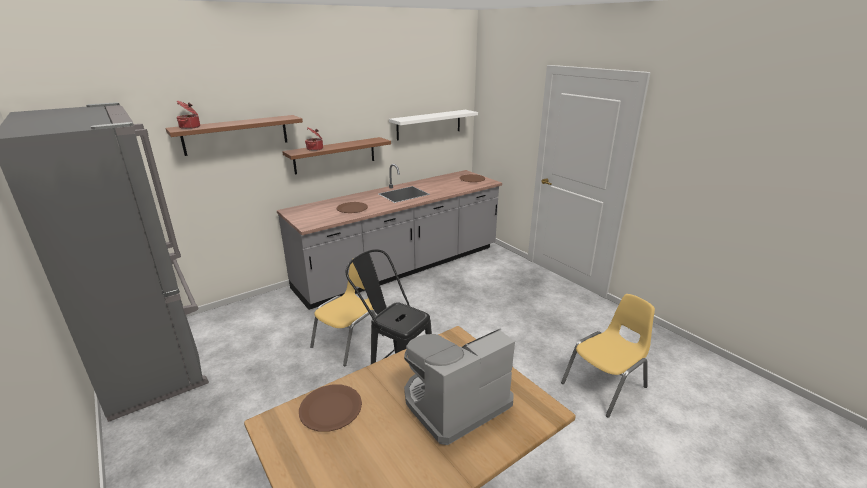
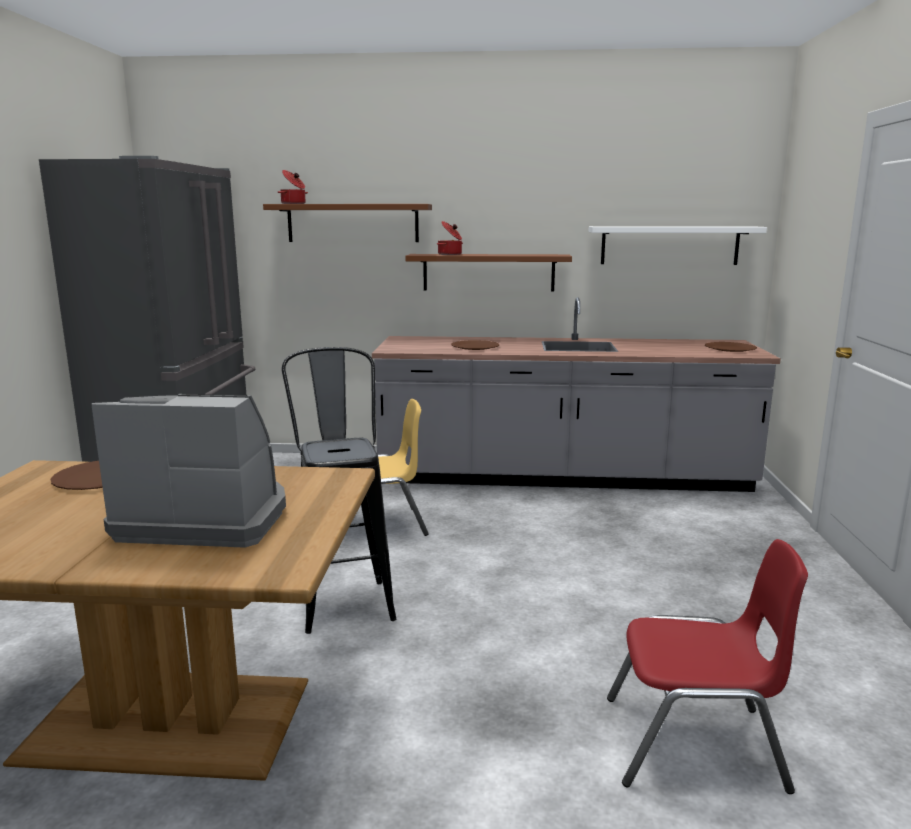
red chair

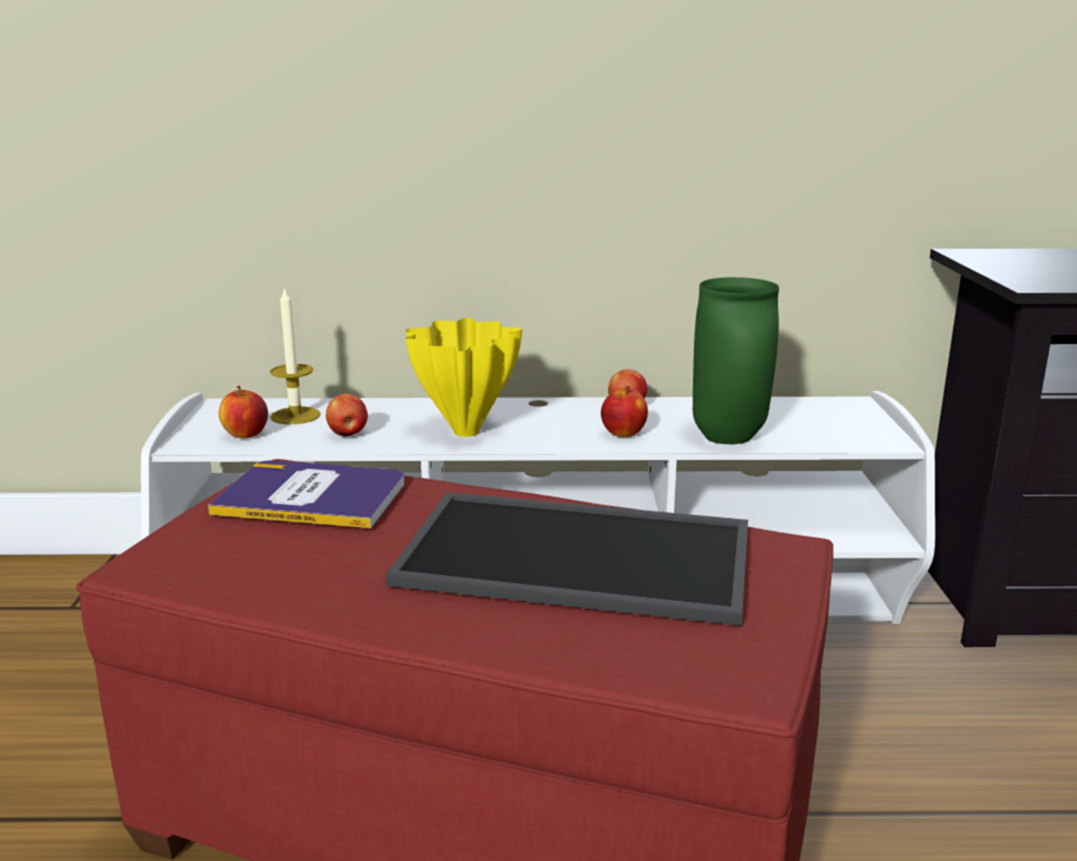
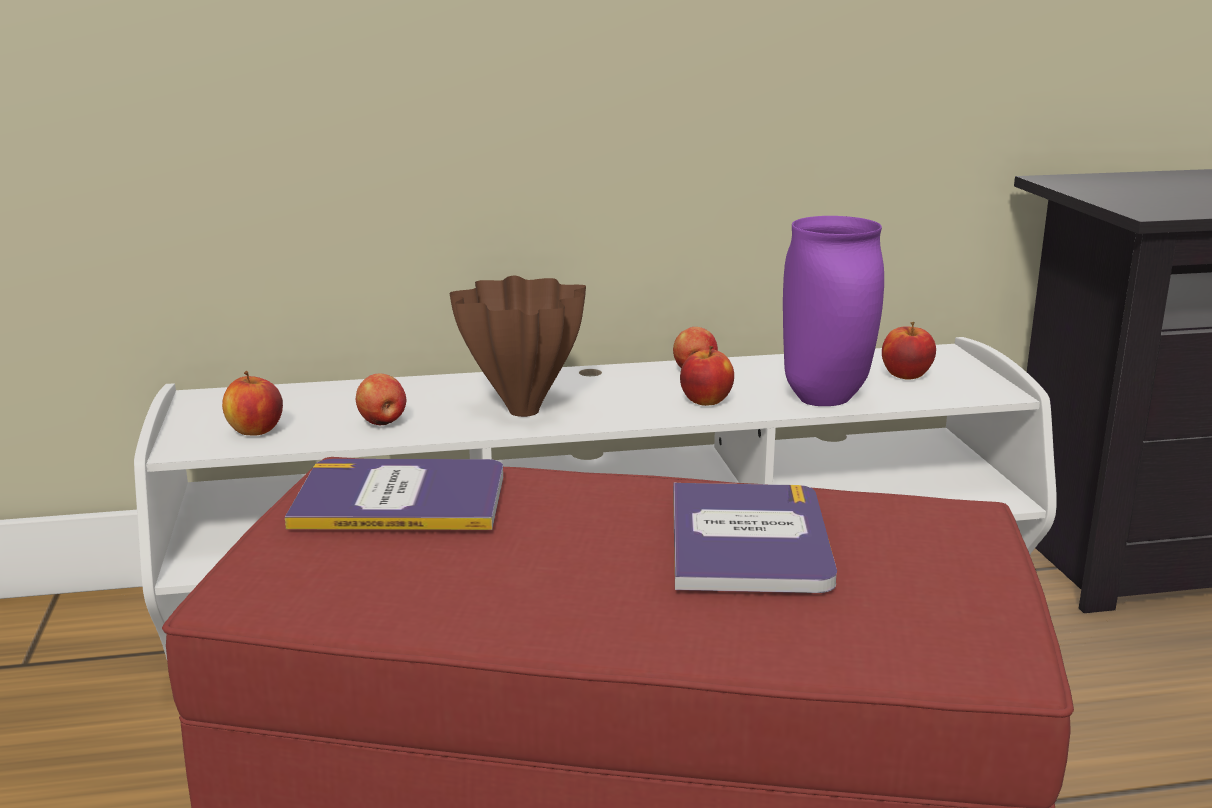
candle
apple (5th from left)
book (2nd from left)
brownish decorative vase
purple decorative vase

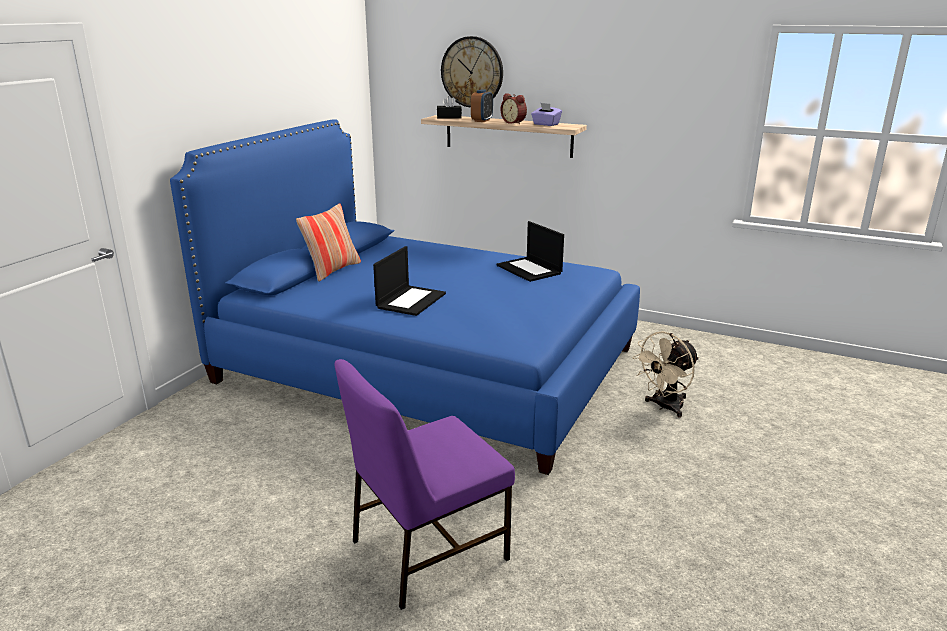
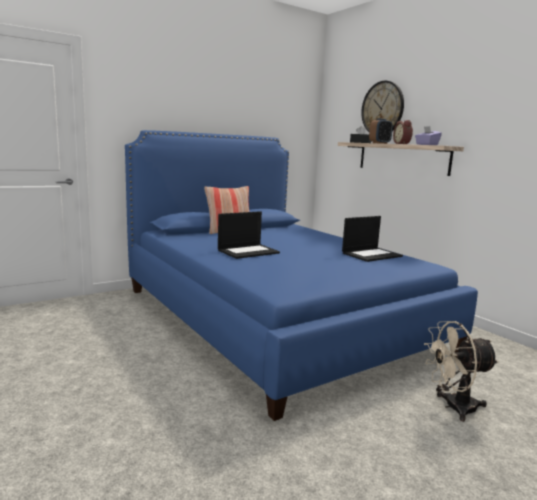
purple chair
portable computer (2nd from left)

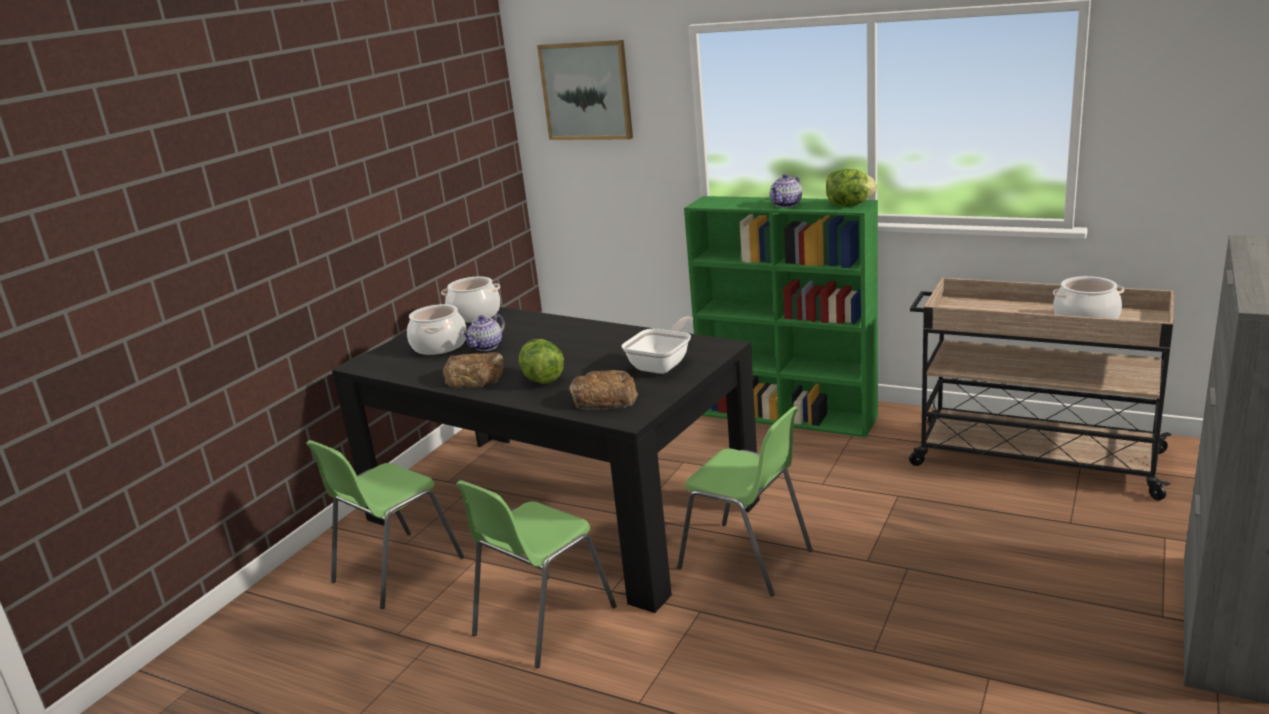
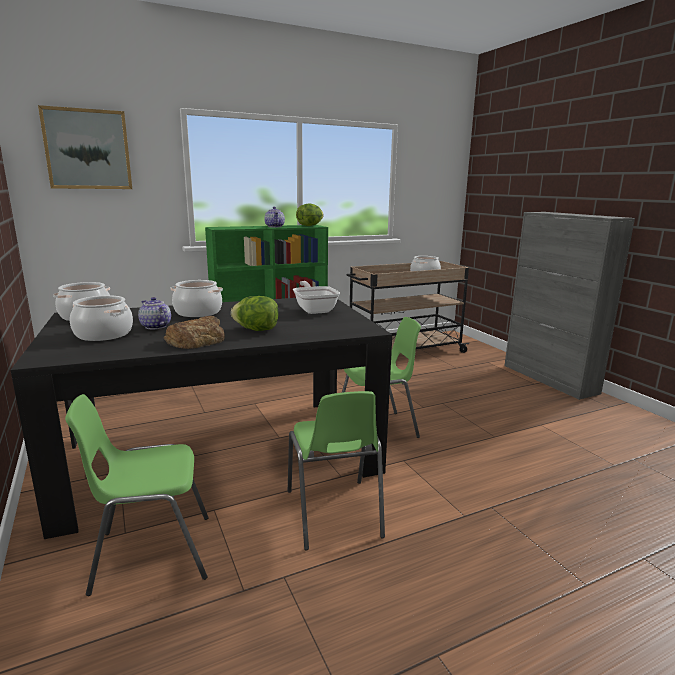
bread (2nd from left in the first image)
stockpot (3rd from left)
green-coloured chair (1st from left)
pot for tea (1st from left)

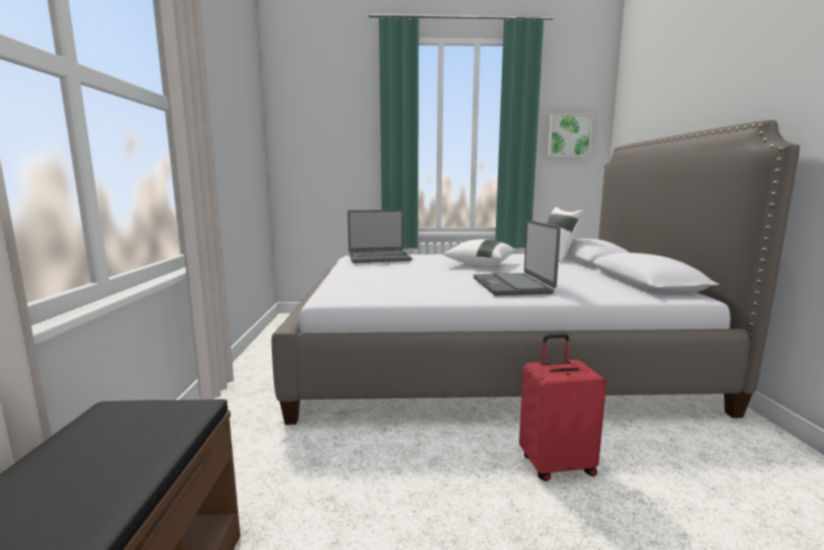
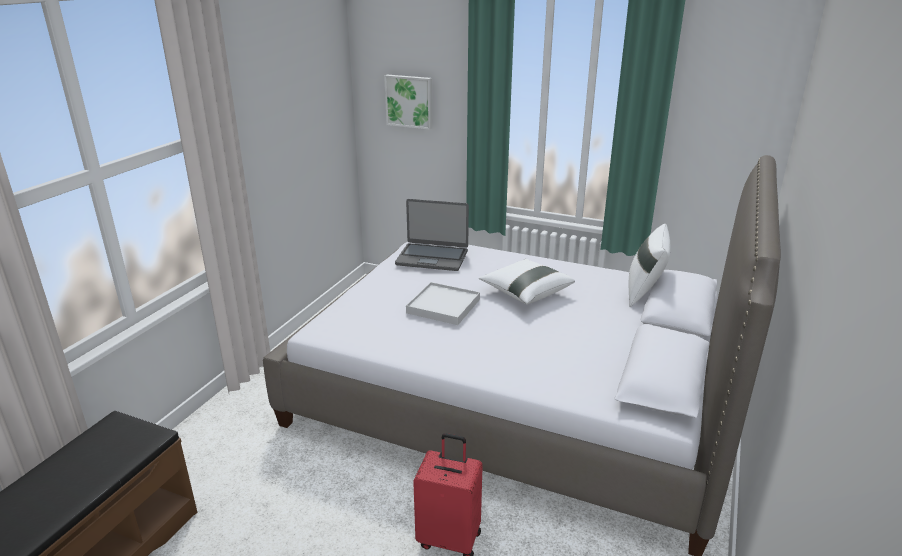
portable computer (2nd from left in the first image)
white-coloured serving tray
wall picture

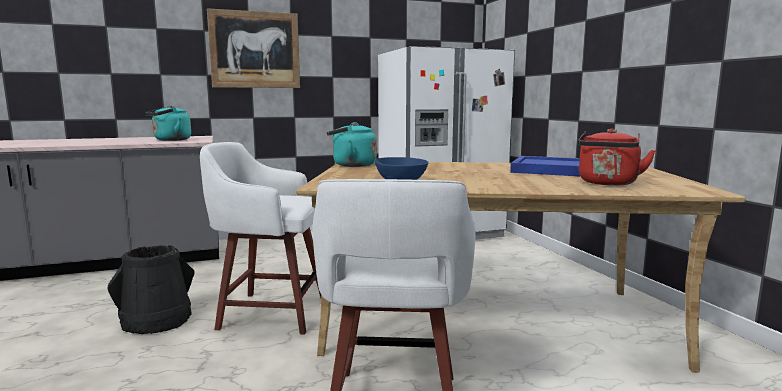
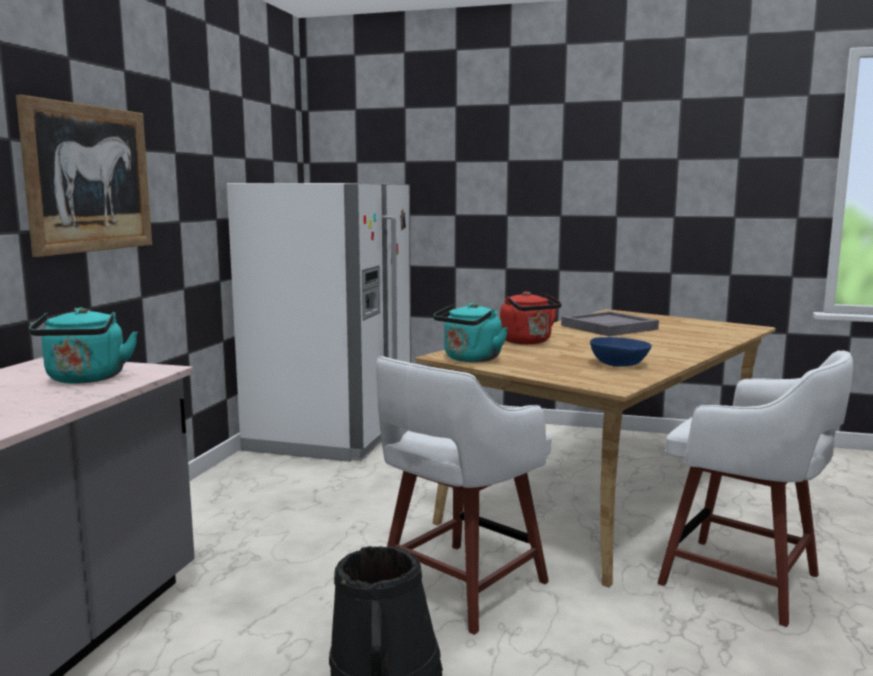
red kettle
grey serving tray

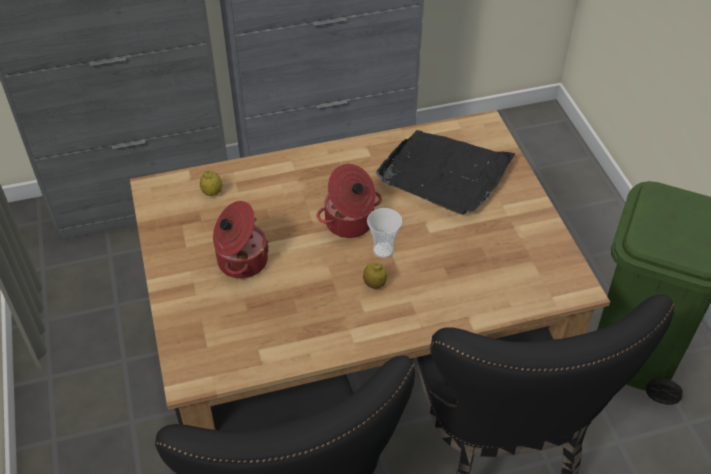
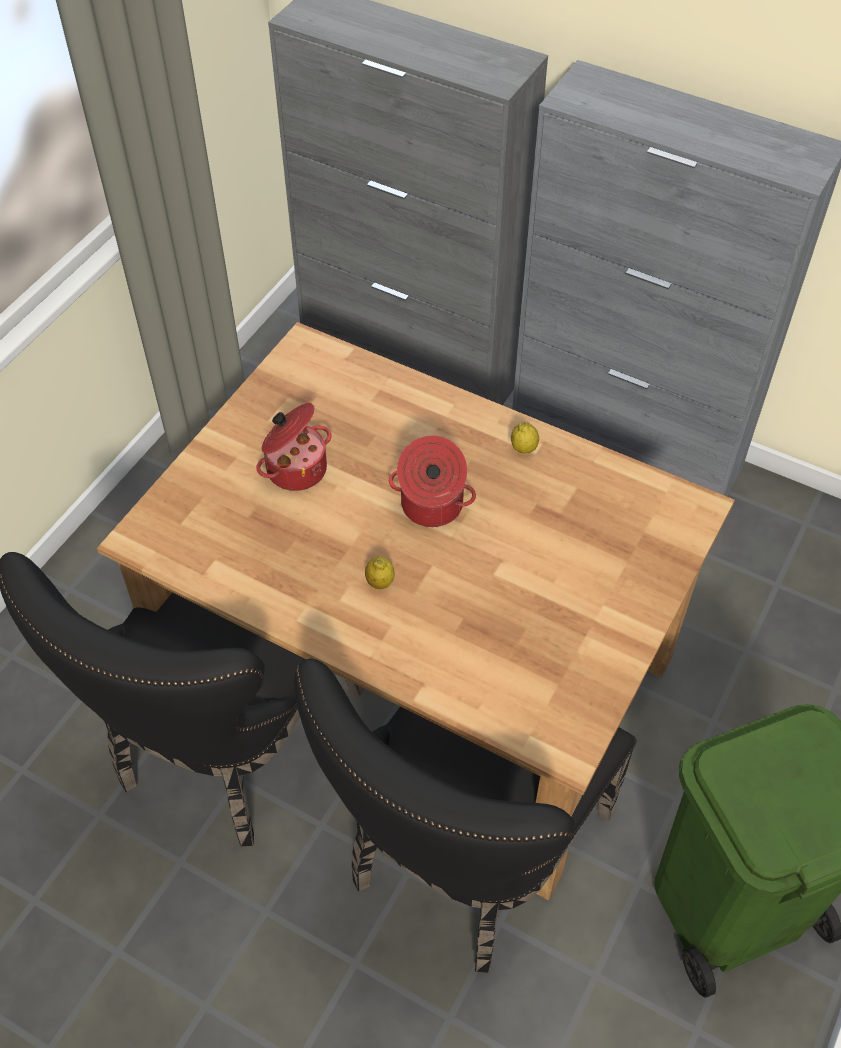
small cup
blackish serving tray
lemon (2nd from left)

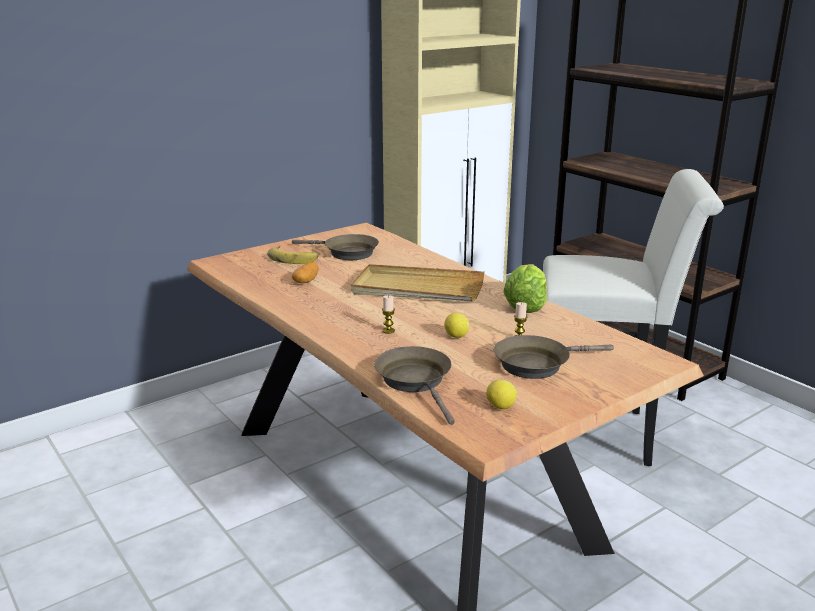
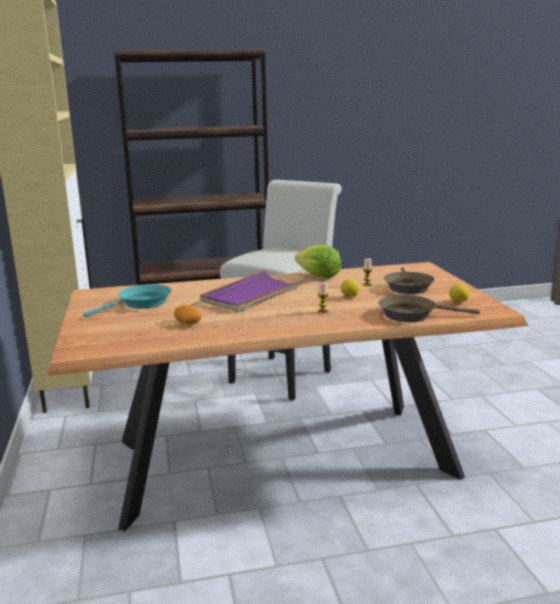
banana
turquoise frying pan
purple serving tray

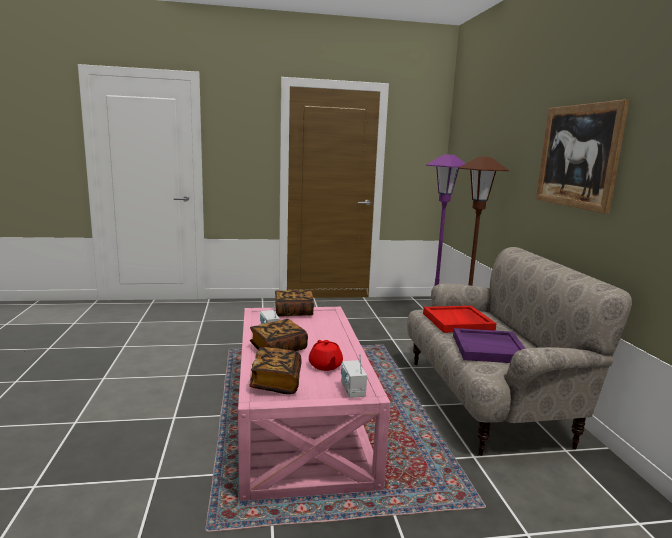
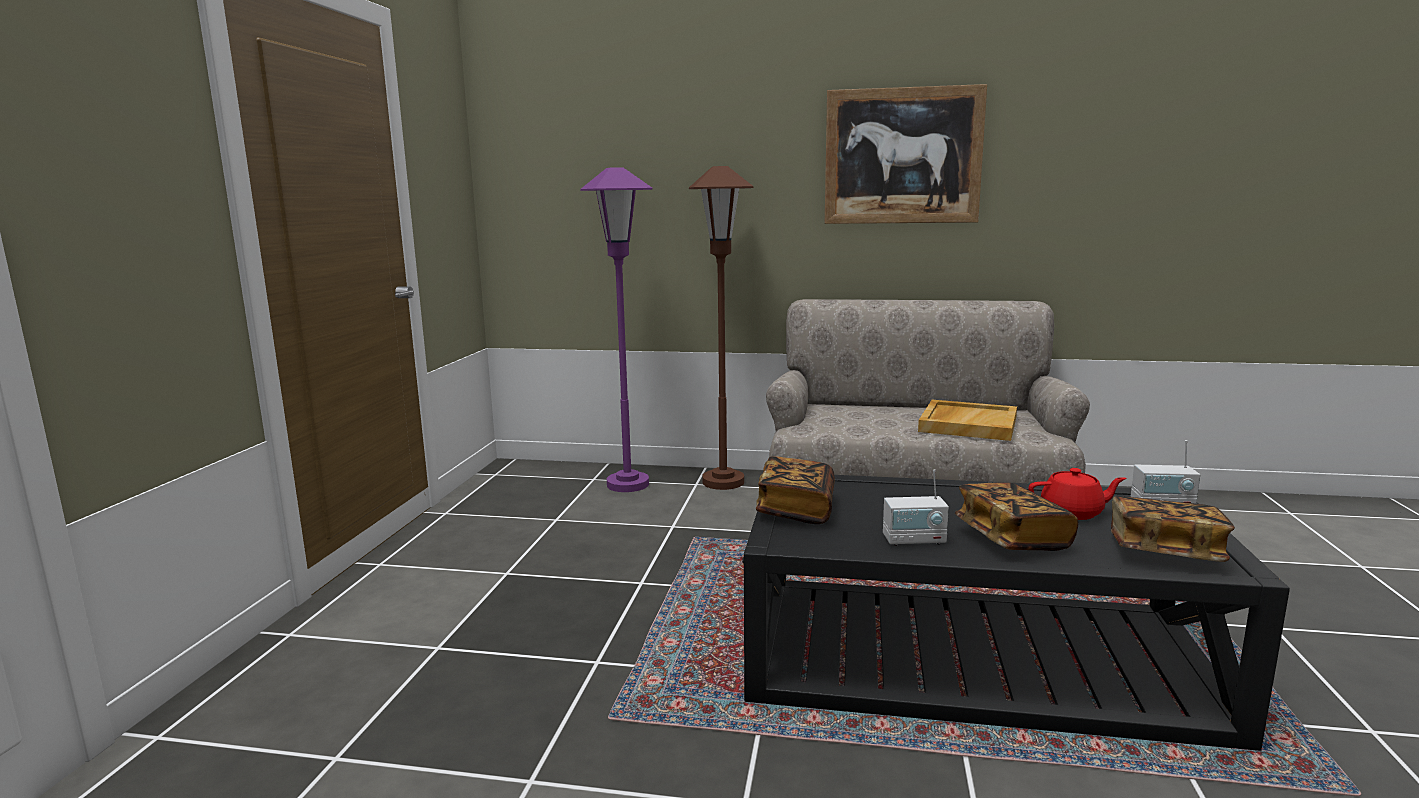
red serving tray
blackish lounge table
beige serving tray

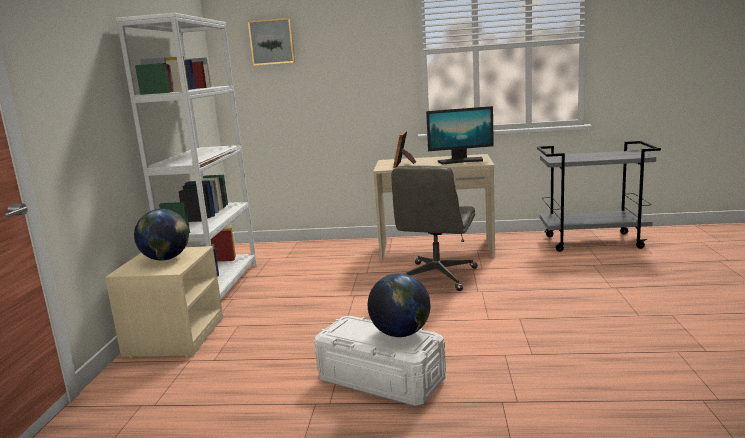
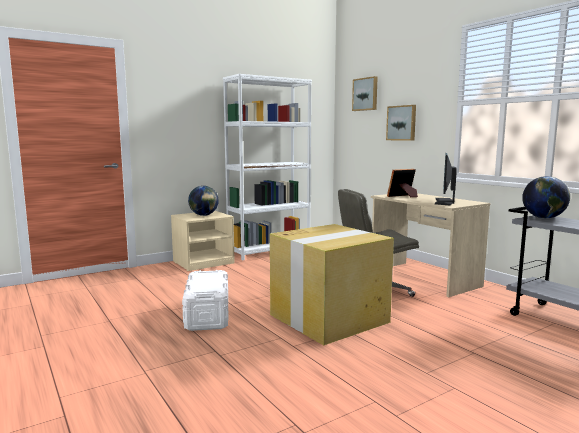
cardboard box
wall picture (2nd from left)
globe (2nd from left)
computer display

